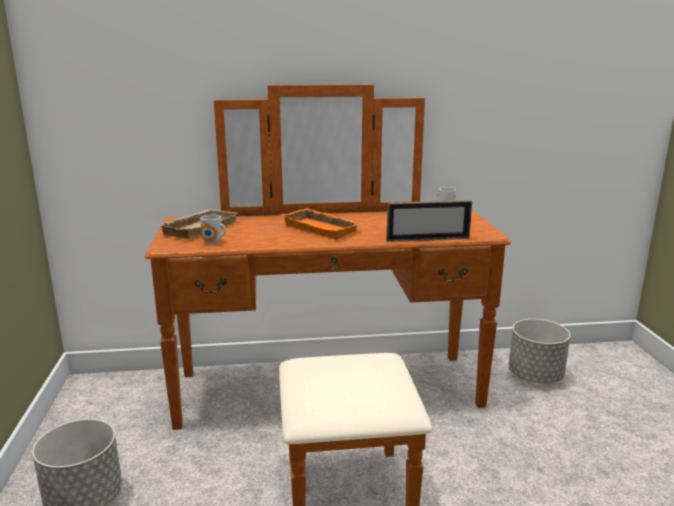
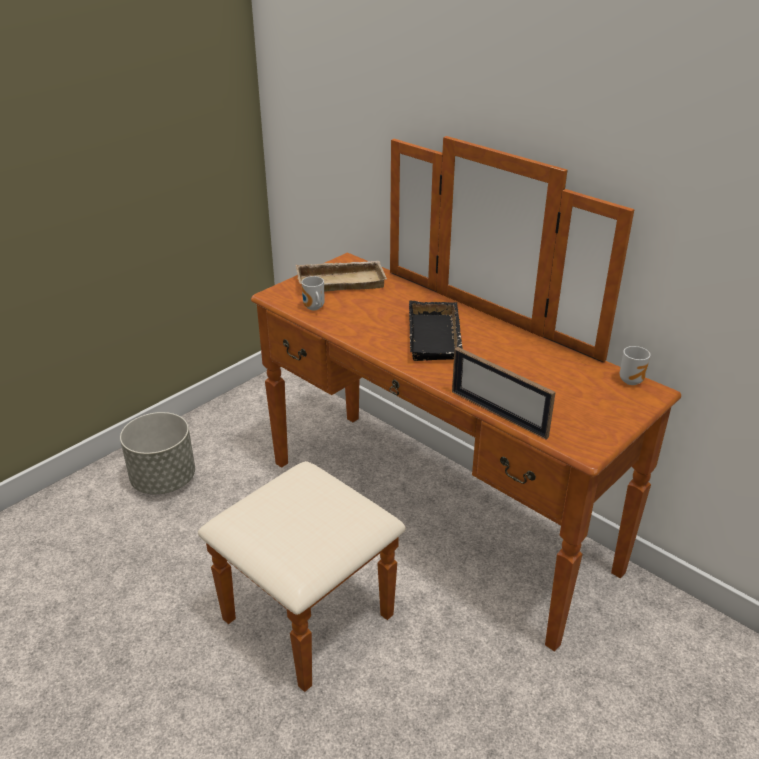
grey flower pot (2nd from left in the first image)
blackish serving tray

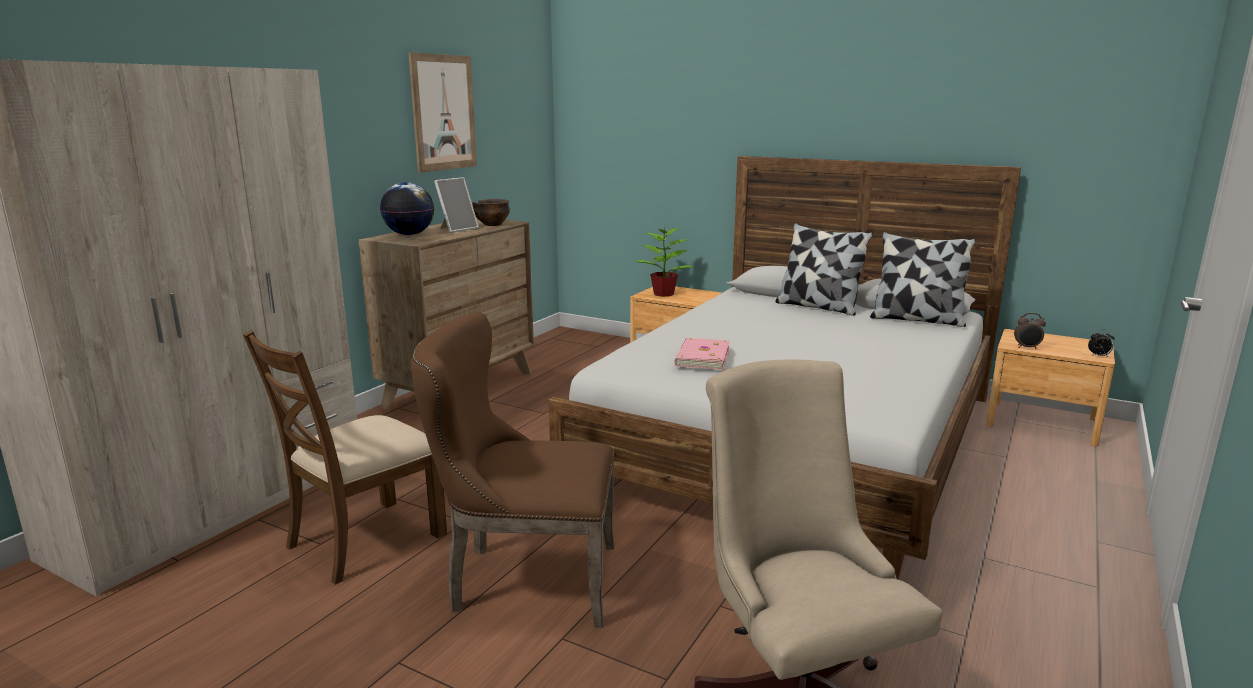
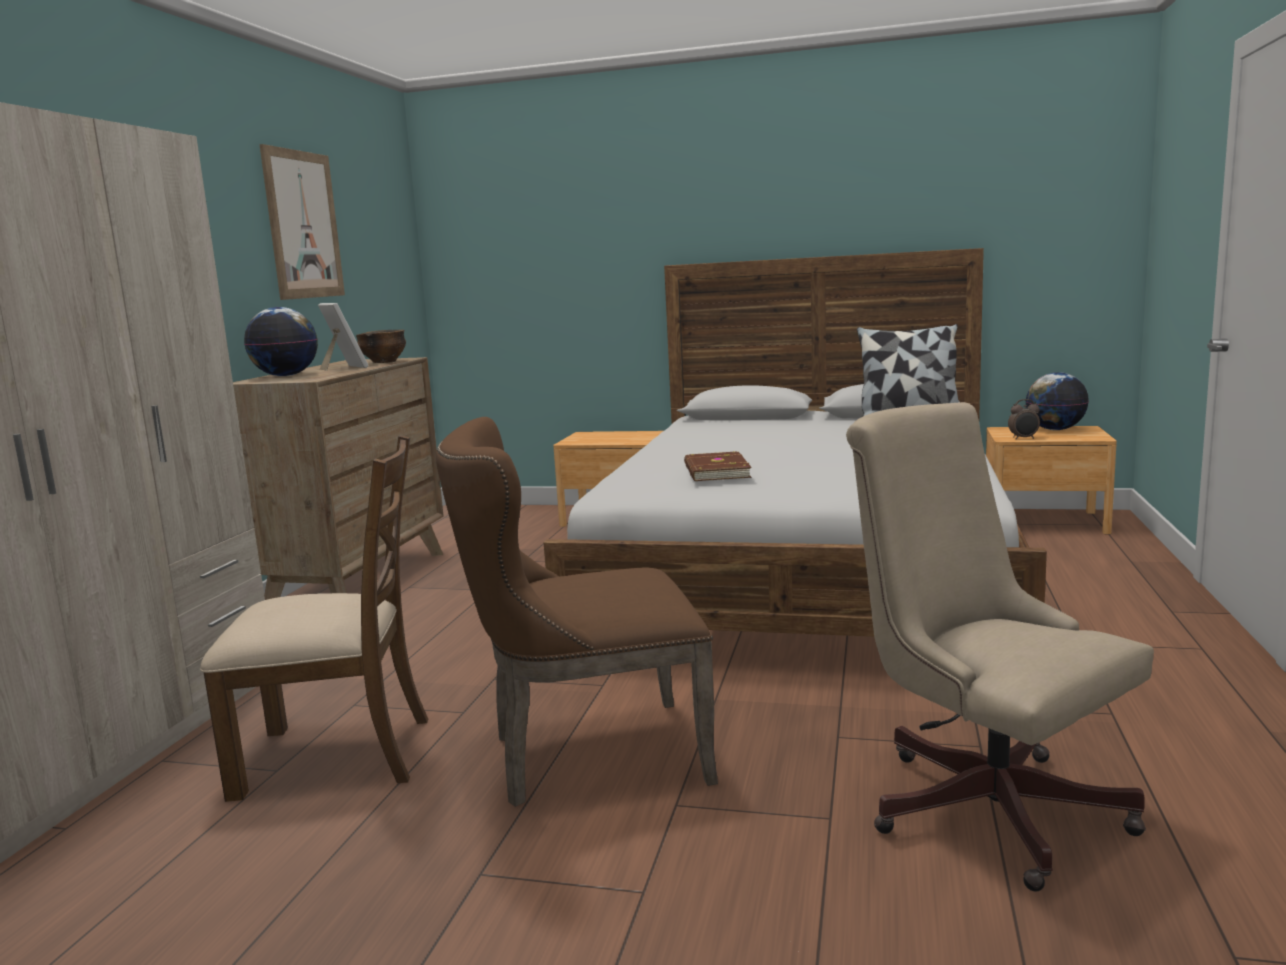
houseplant
pillow (1st from left in the first image)
table clock (2nd from left in the first image)
globe (2nd from left)
brownish book
brownish chair (1st from left)
standing frame

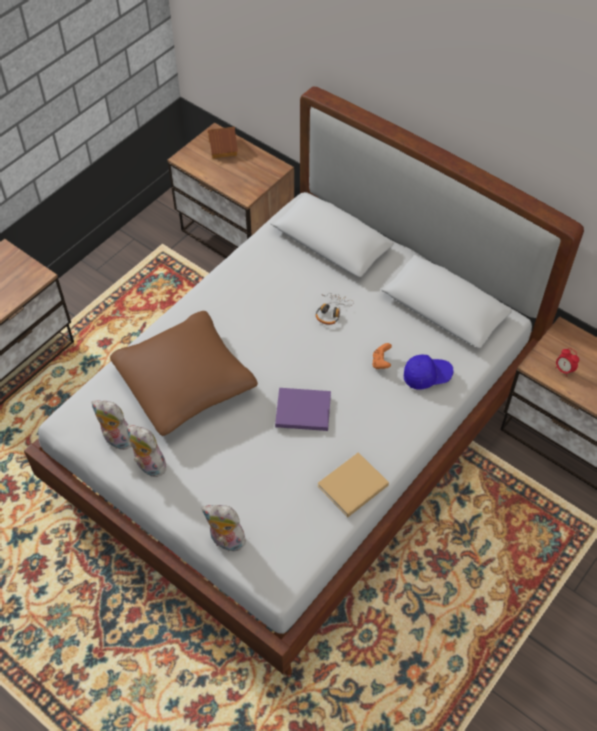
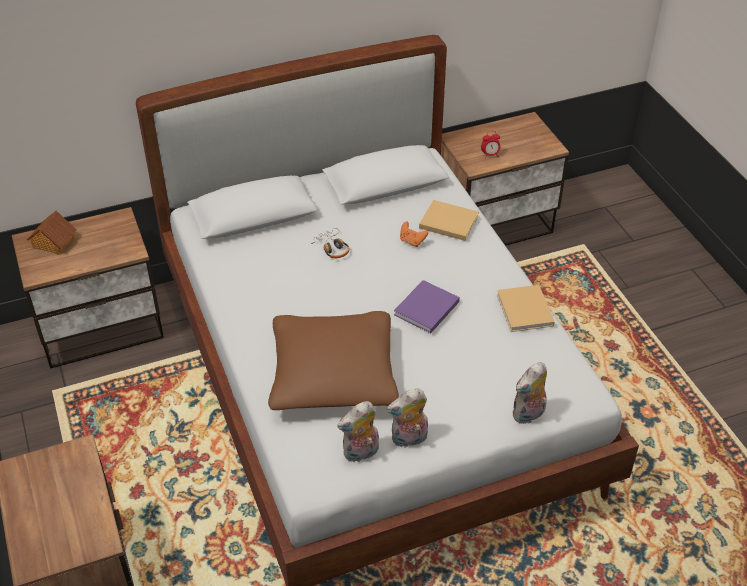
beige book (1st from left)

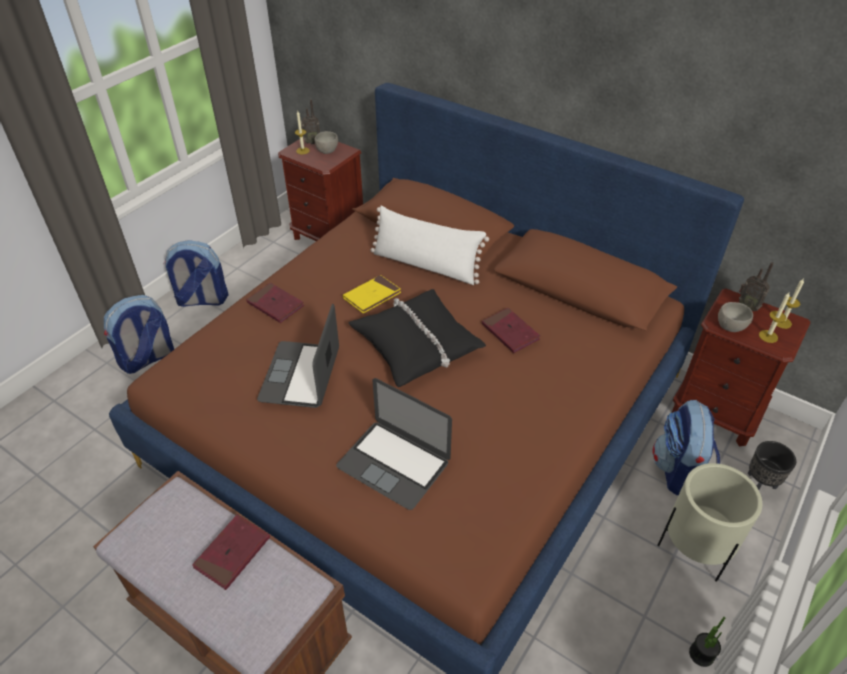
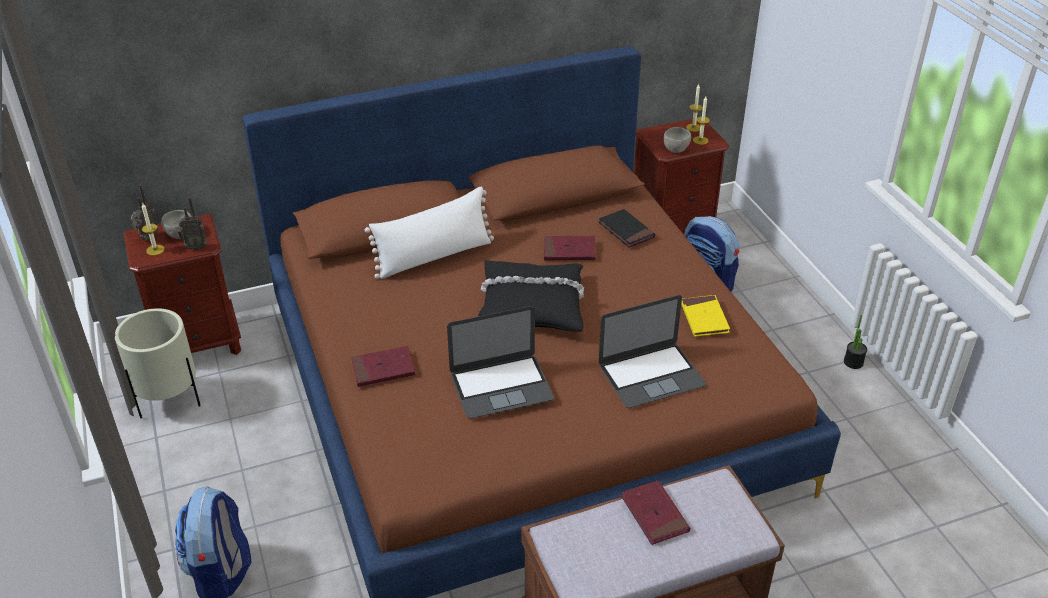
backpack (2nd from left in the first image)
blackish flower pot
blackish book
yellowish book
beige flower pot
radio (2nd from left)
portable computer (1st from left)

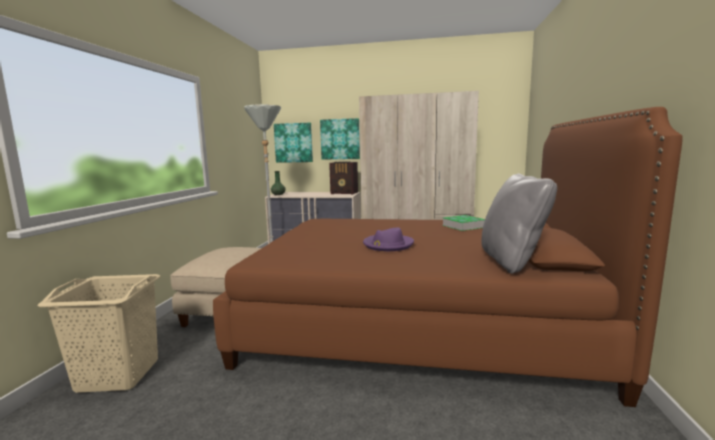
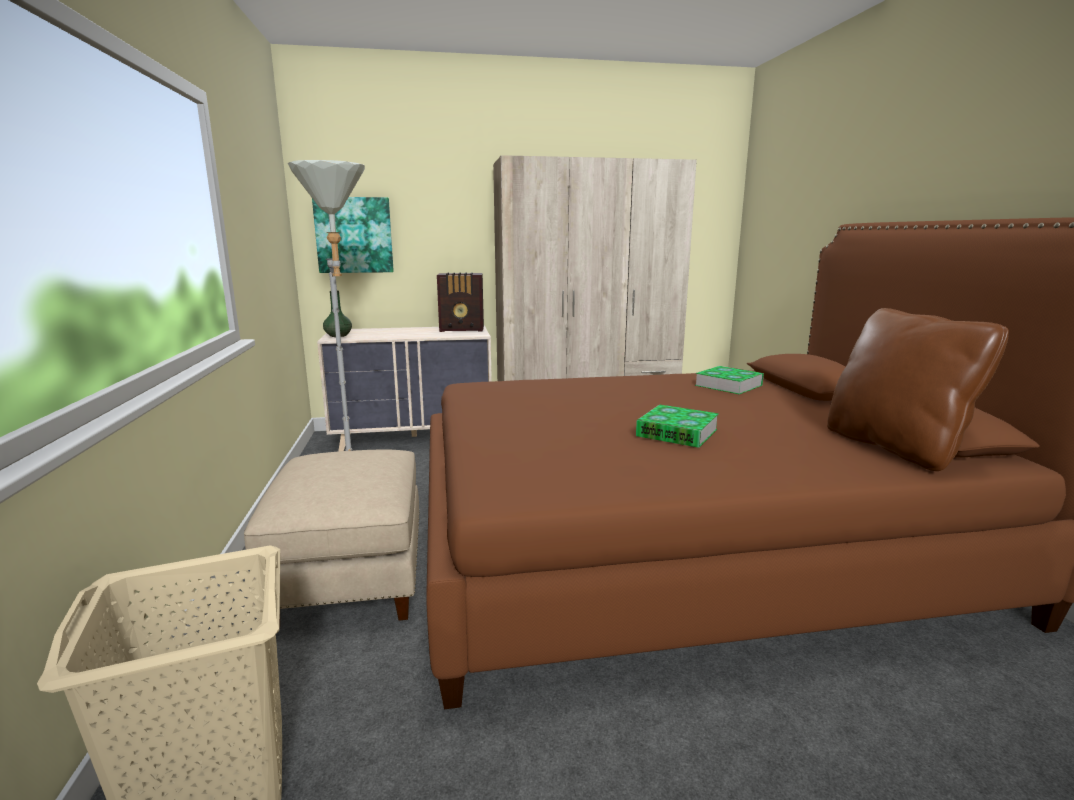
wall picture (2nd from left in the first image)
book (1st from left)
brownish pillow

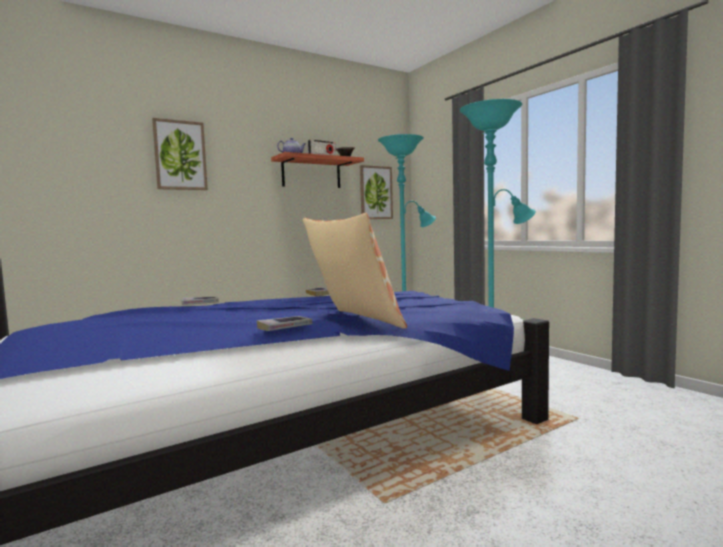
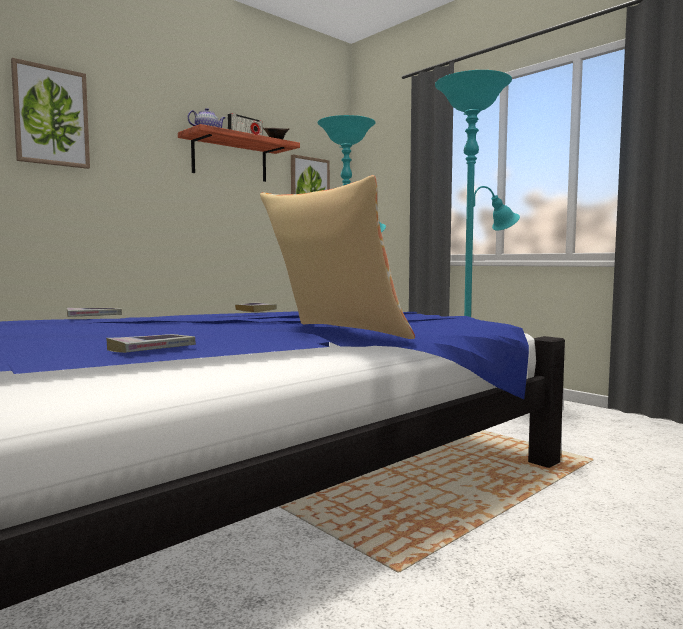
book (2nd from left)

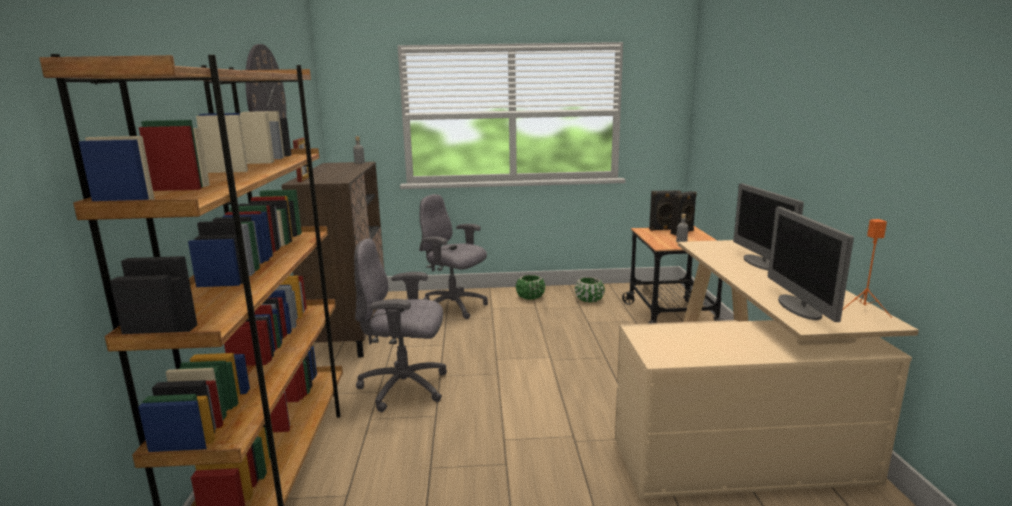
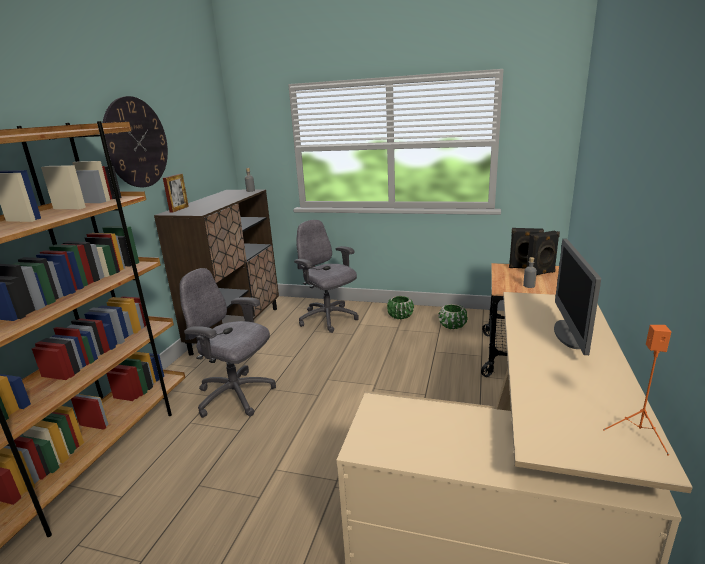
computer display (2nd from left in the first image)

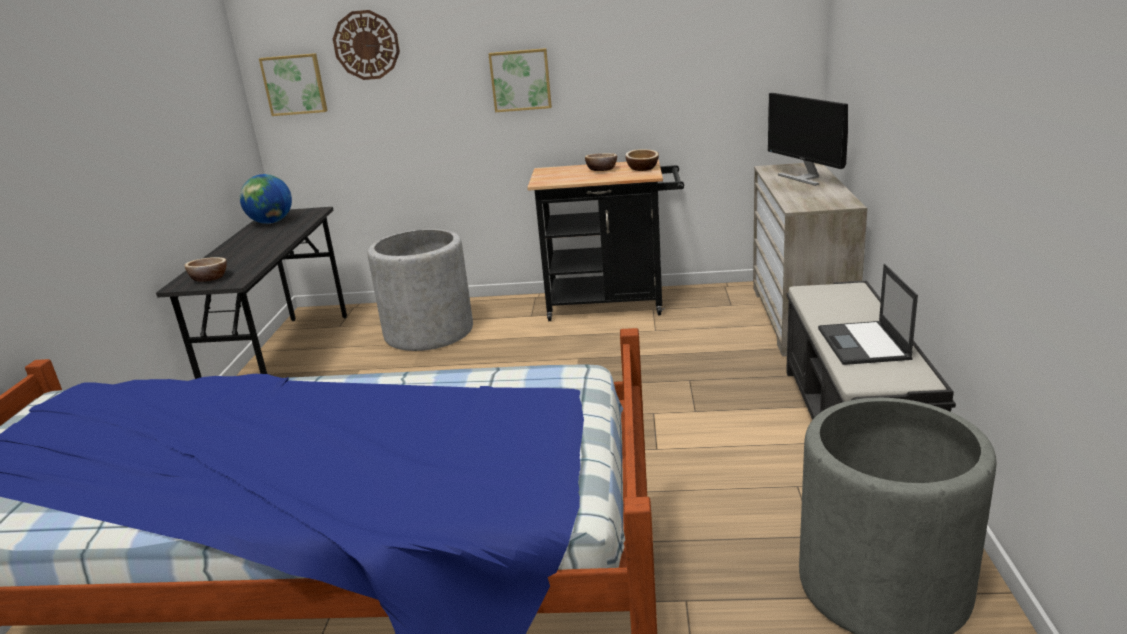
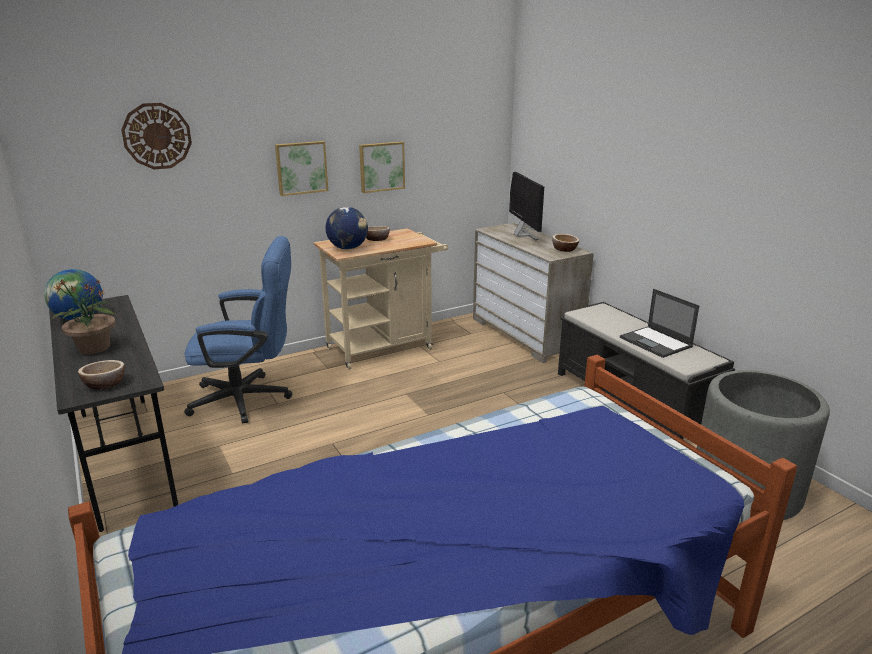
houseplant
globe (2nd from left)
wall picture (2nd from left)
serving bowl (3rd from left)
blue-coloured computer chair
beige trolley
computer display

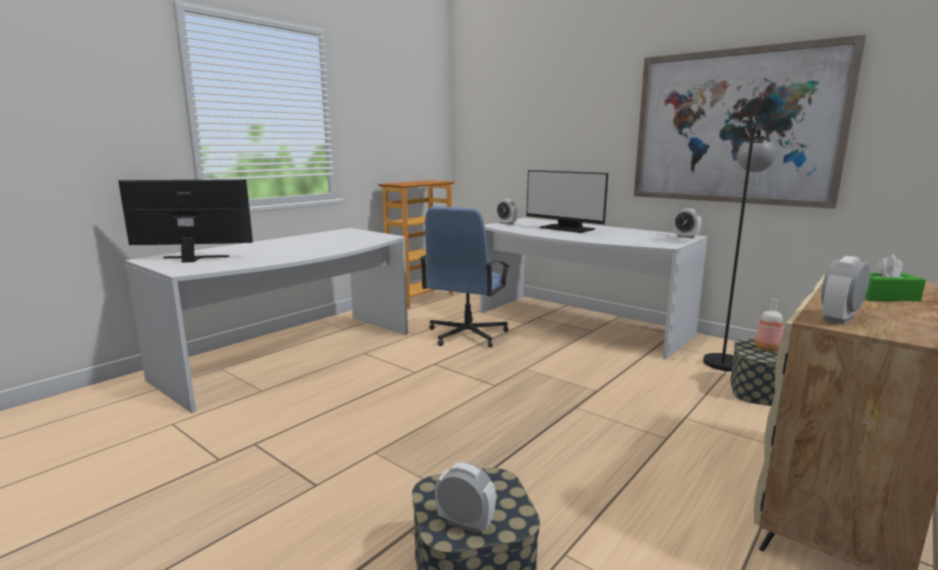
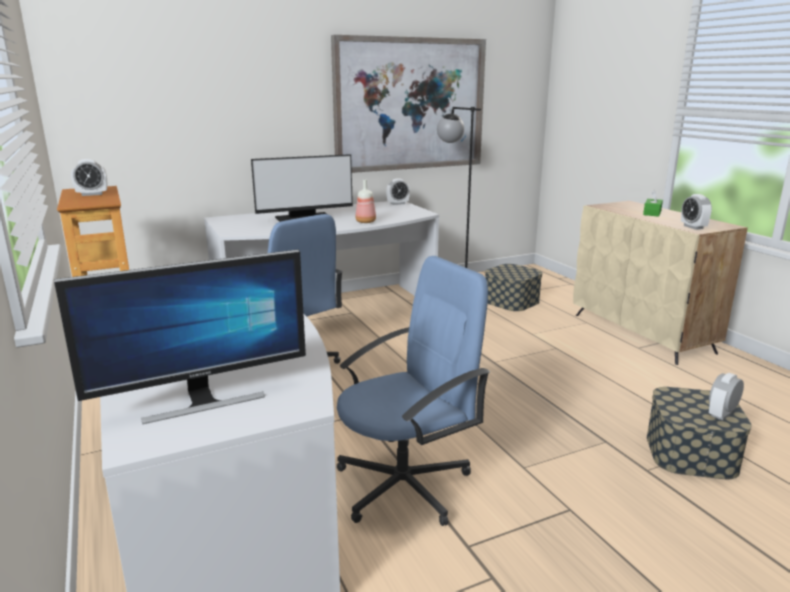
blue-coloured computer chair (2nd from left)
table clock (1st from left)
beverage bottle
computer display (1st from left)

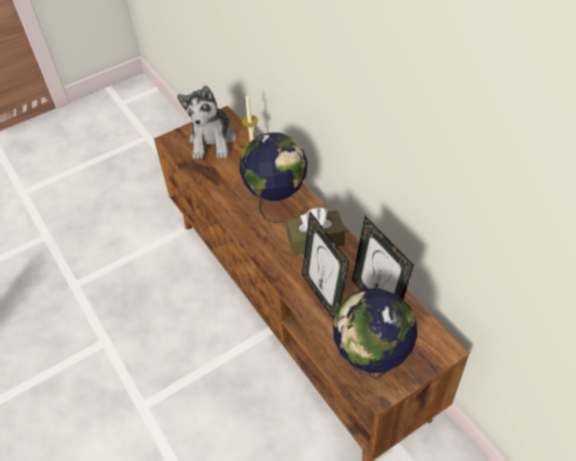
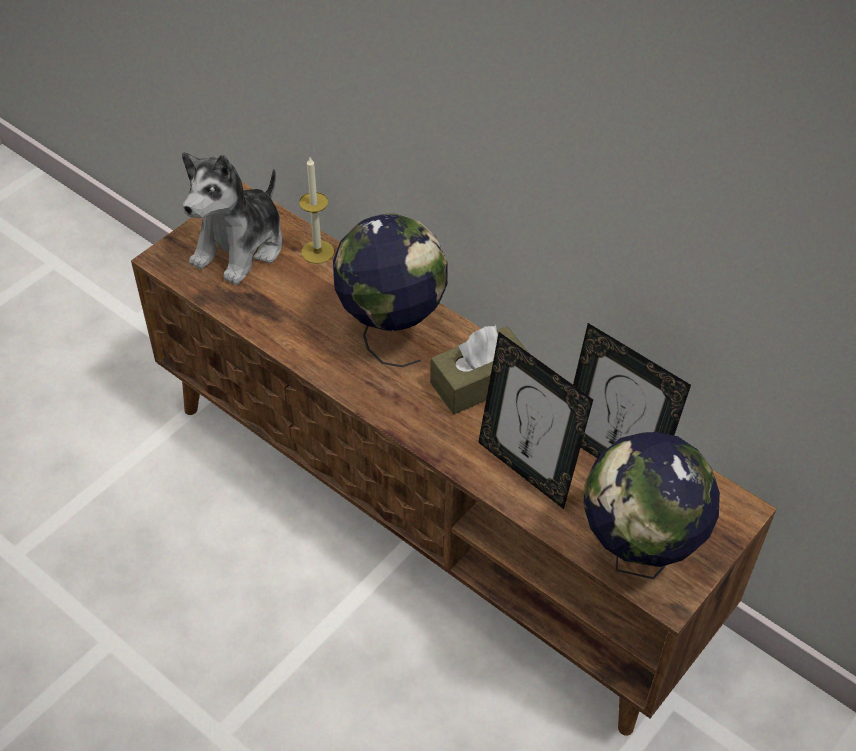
cuddly toy

